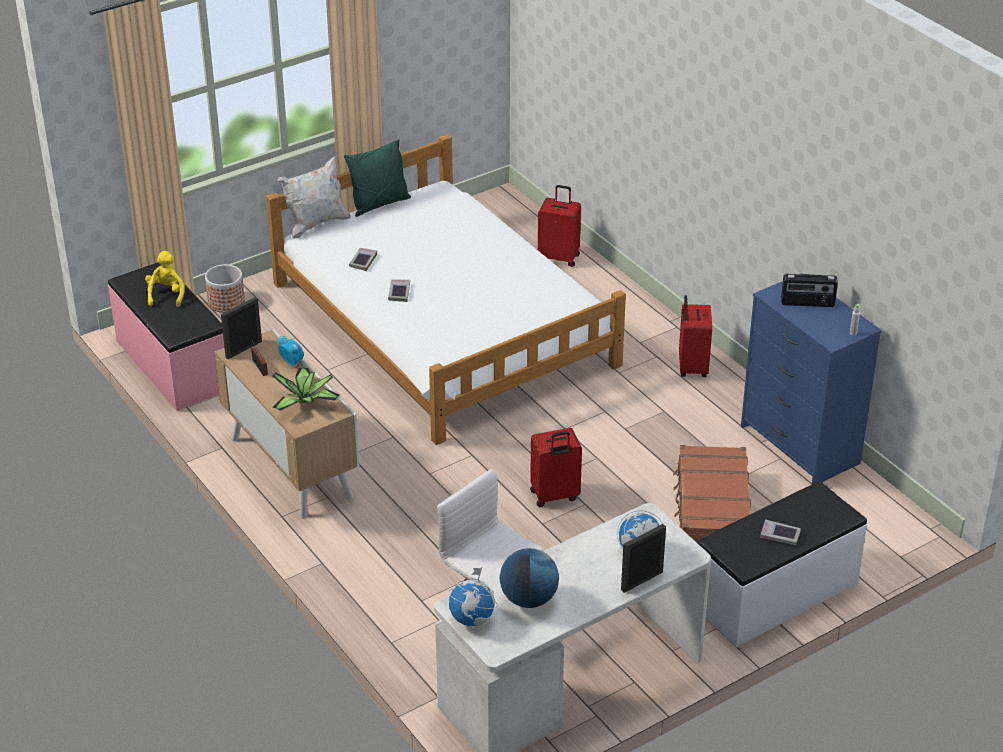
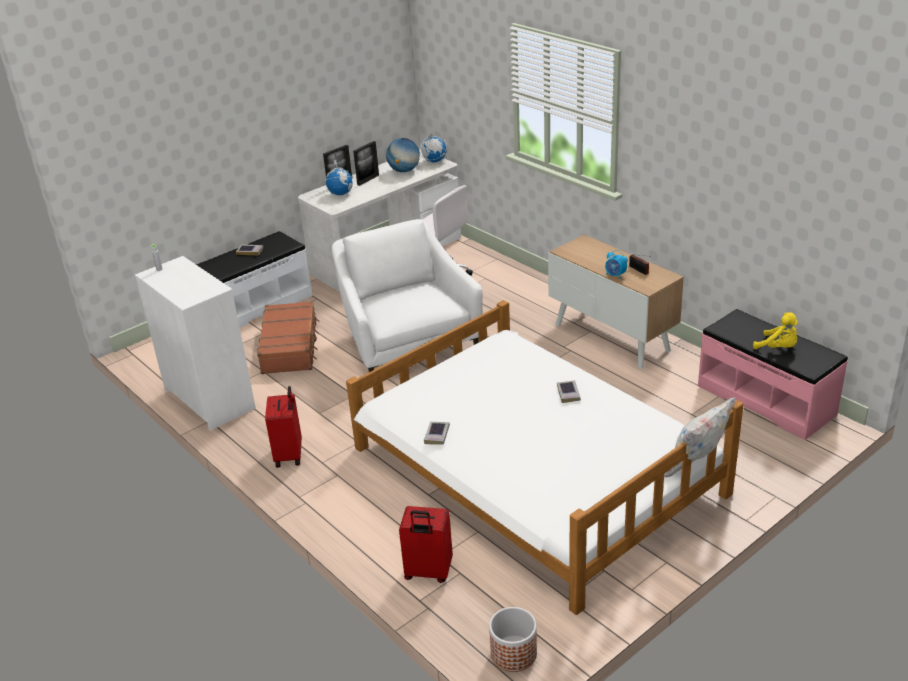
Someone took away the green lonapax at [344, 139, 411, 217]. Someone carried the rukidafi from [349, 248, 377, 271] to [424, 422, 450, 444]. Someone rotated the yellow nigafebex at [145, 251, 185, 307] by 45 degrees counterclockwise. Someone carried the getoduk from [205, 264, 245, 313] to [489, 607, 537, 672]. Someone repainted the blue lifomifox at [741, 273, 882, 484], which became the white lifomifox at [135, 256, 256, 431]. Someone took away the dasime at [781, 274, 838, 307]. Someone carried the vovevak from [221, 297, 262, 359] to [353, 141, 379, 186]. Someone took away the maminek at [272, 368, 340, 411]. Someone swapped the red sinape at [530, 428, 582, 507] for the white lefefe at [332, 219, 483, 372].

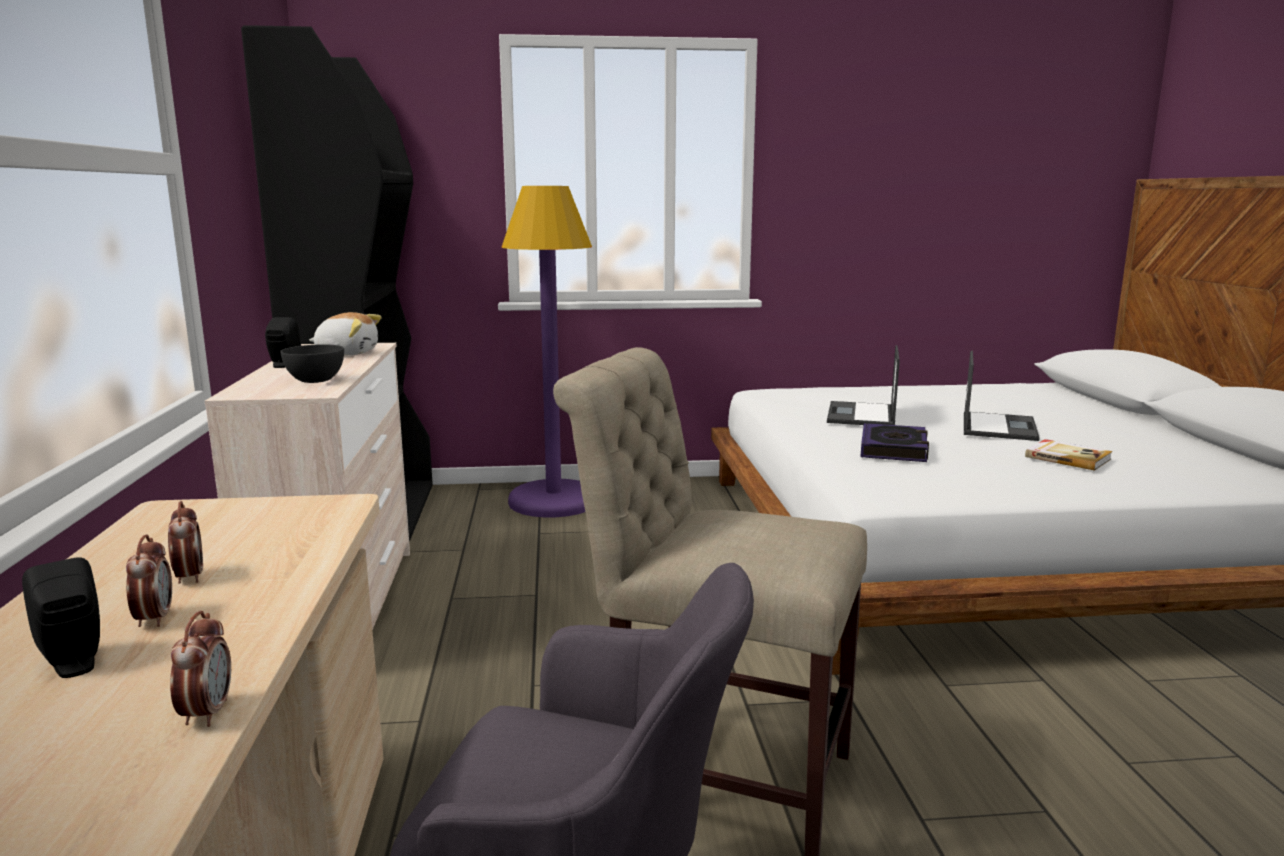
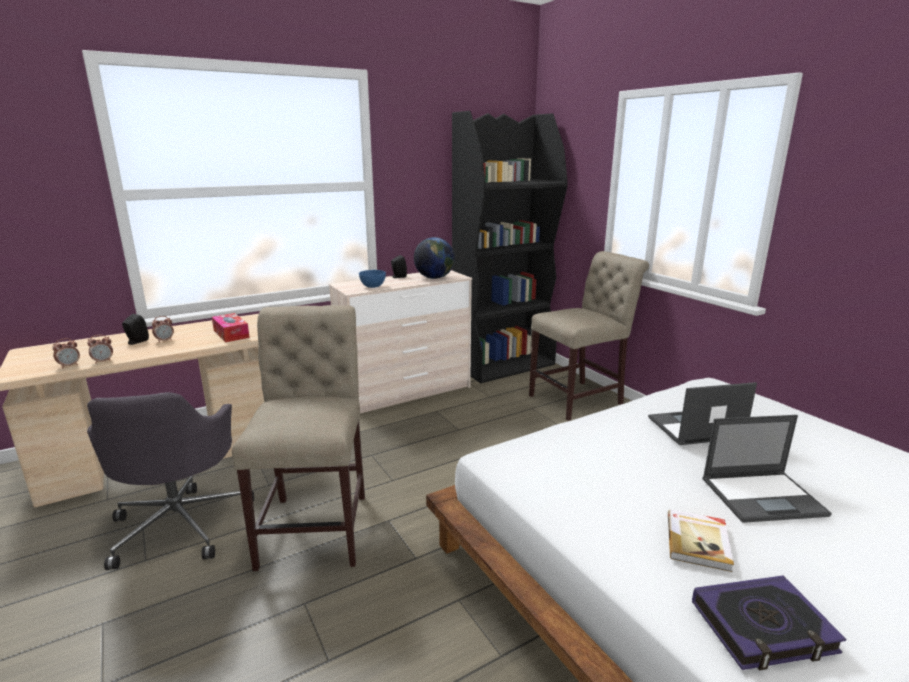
Someone swapped the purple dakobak at [502, 186, 592, 517] for the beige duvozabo at [529, 251, 649, 421]. Someone swapped the nigafebex at [309, 312, 382, 355] for the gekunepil at [414, 237, 455, 279]. Someone repainted the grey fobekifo at [280, 344, 344, 383], which became the blue fobekifo at [359, 270, 386, 288]. Someone carried the rukidafi from [860, 423, 929, 462] to [692, 576, 846, 671]. Someone carried the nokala from [168, 501, 203, 584] to [52, 338, 80, 369]. Someone put down the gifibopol at [212, 313, 250, 342].

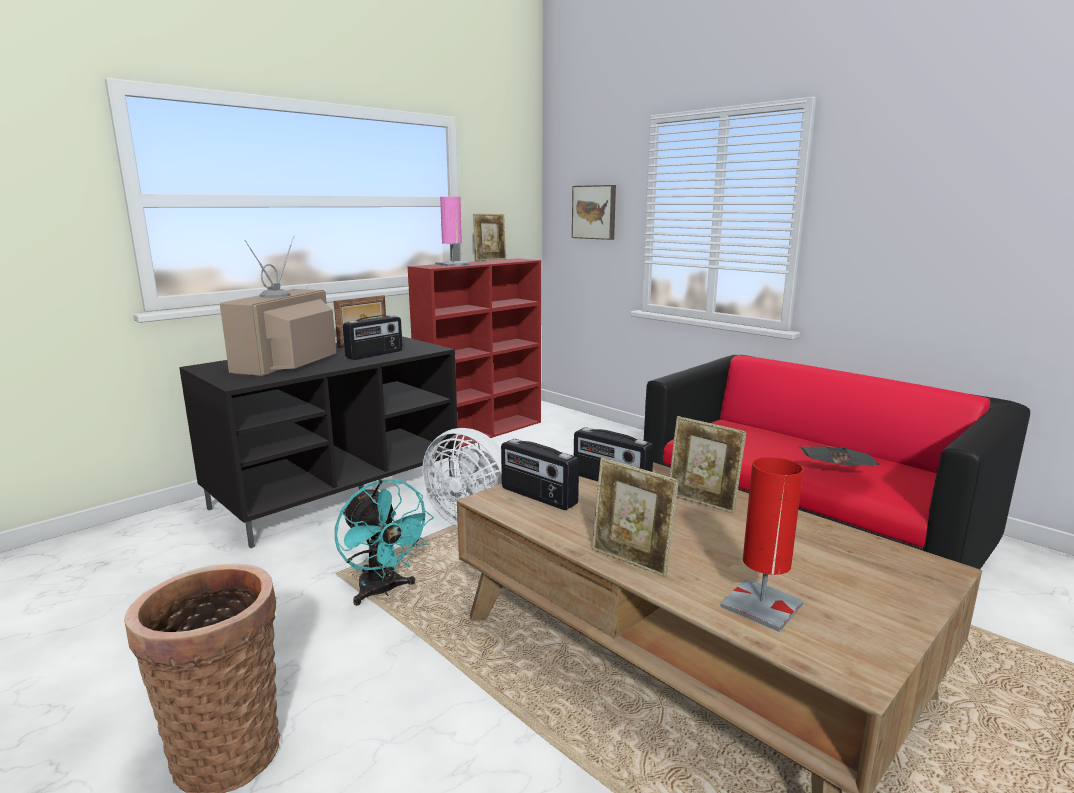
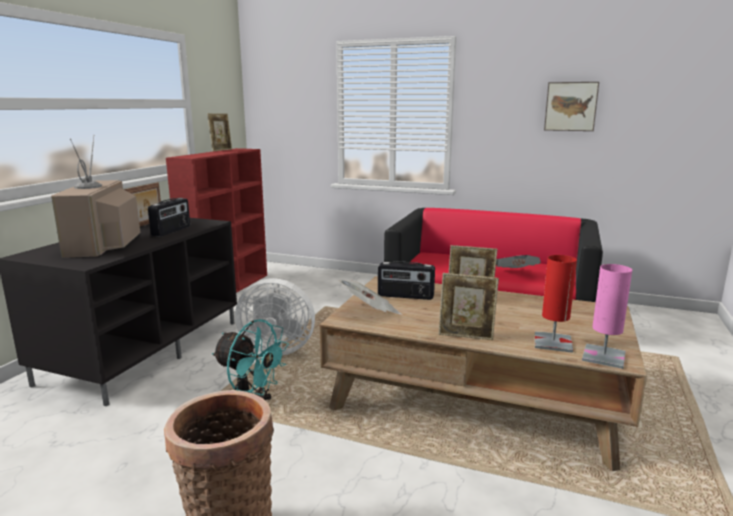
Someone carried the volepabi from [572, 185, 616, 240] to [544, 82, 599, 131]. Someone carried the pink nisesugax from [435, 197, 471, 266] to [582, 264, 632, 369]. Someone swapped the dasime at [501, 439, 579, 510] for the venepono at [339, 280, 402, 315].

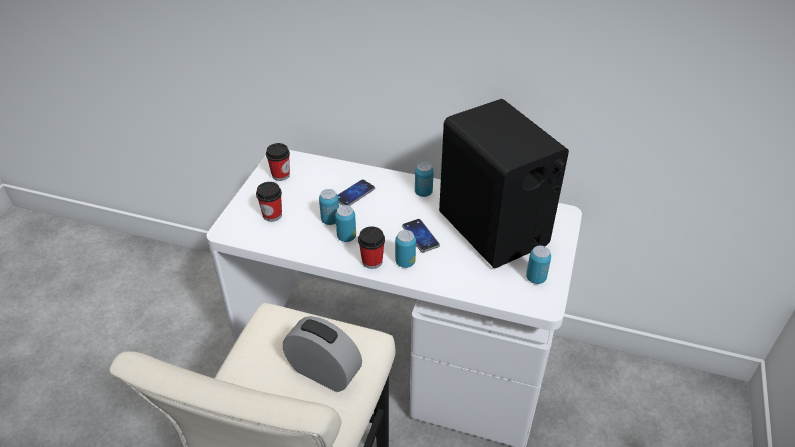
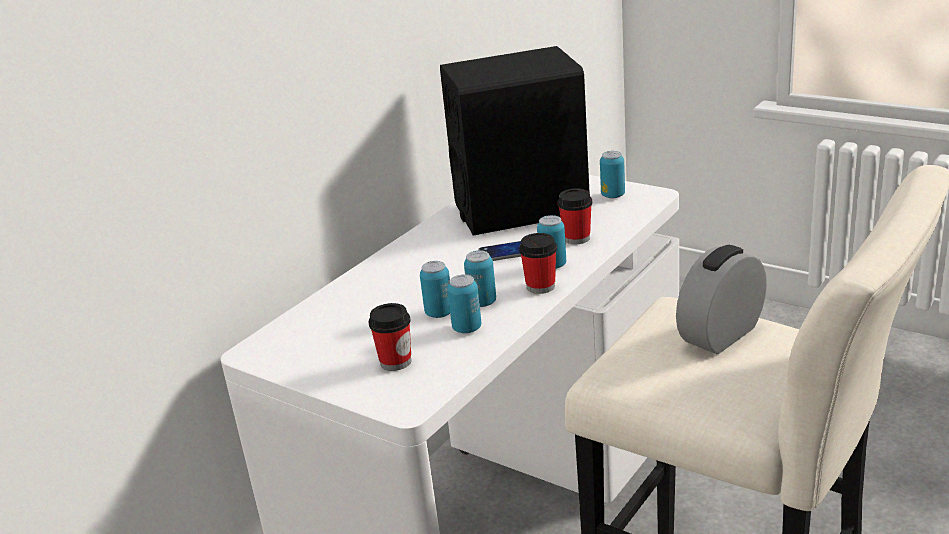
Someone carried the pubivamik from [266, 143, 290, 181] to [558, 188, 592, 244]. Someone carried the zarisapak from [415, 162, 434, 197] to [447, 275, 481, 333]. Someone took away the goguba at [338, 180, 375, 206].

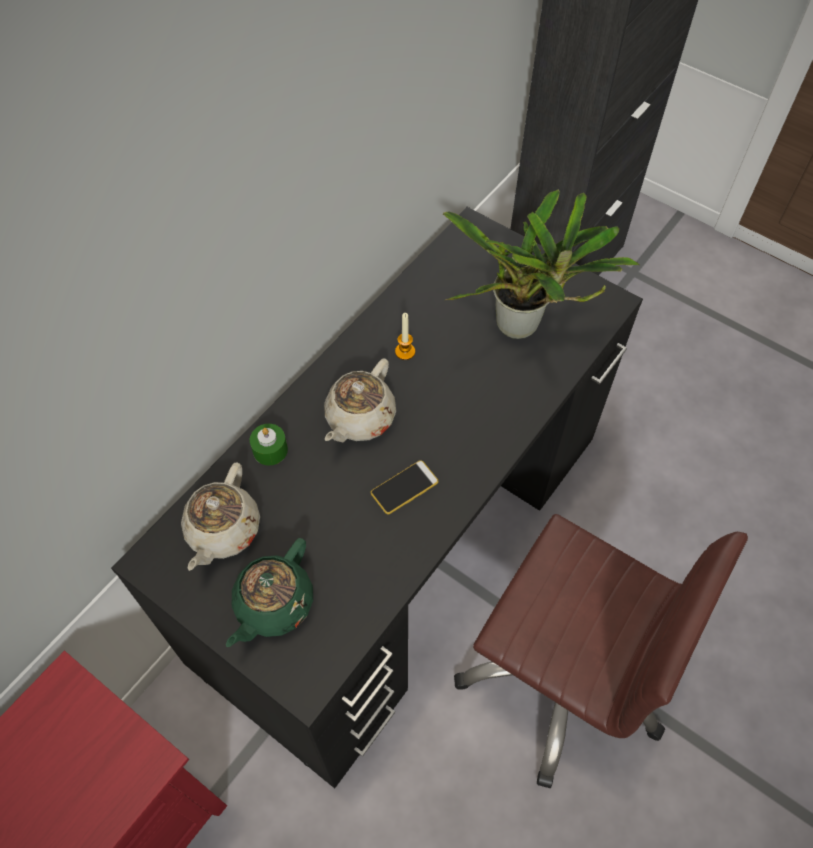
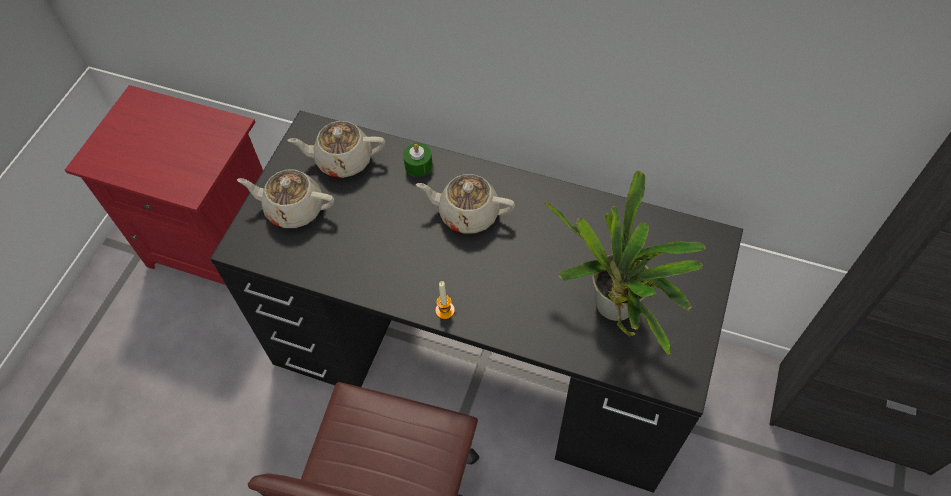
Someone carried the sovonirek from [395, 313, 415, 360] to [435, 281, 455, 320]. Someone took away the goguba at [371, 460, 438, 514]. Someone repainted the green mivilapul at [226, 538, 313, 647], which became the beige mivilapul at [237, 170, 334, 228].

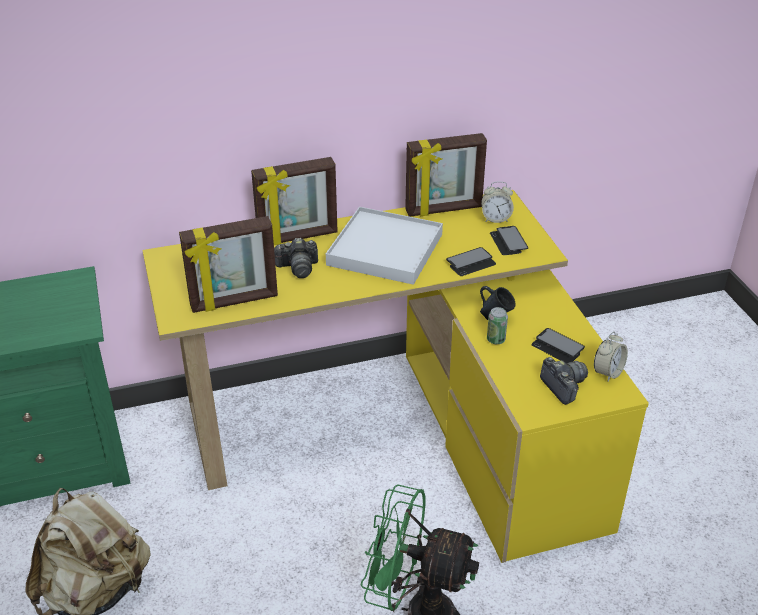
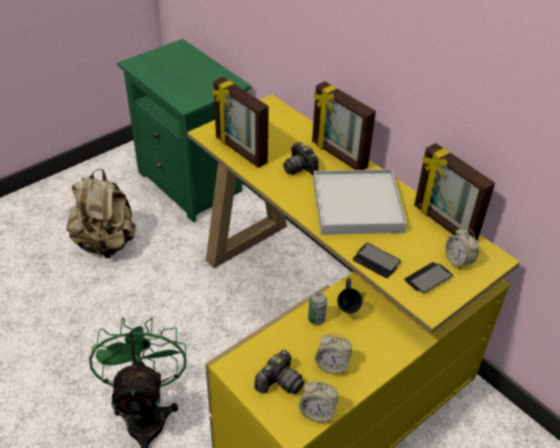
Someone swapped the goguba at [532, 328, 585, 363] for the nokala at [315, 333, 352, 374].

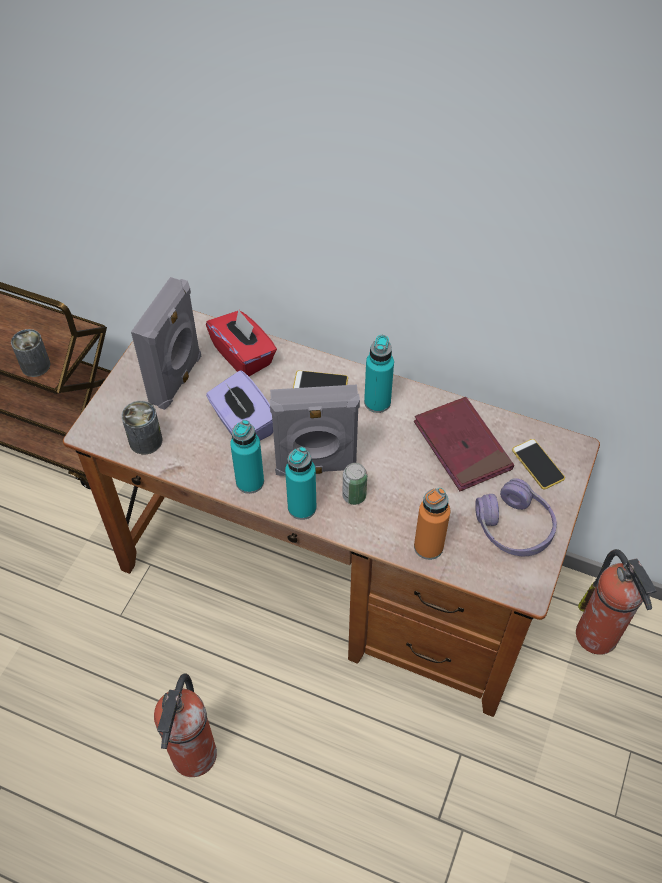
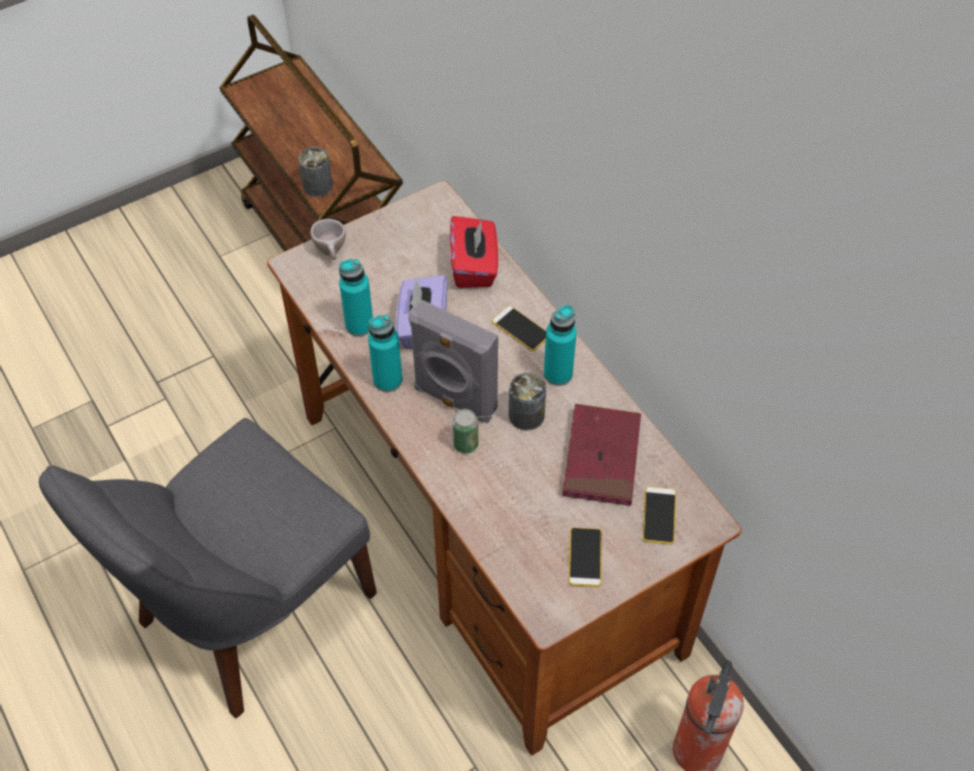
Someone took away the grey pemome at [131, 277, 201, 410]. Someone carried the zarisapak from [121, 401, 163, 454] to [509, 372, 546, 431]. Someone carried the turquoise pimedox from [285, 447, 316, 520] to [339, 259, 373, 337]. Someone swapped the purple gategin at [475, 478, 557, 556] for the goguba at [568, 527, 602, 587]. Someone took away the orange pimedox at [414, 488, 450, 560]. Someone swapped the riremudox at [154, 673, 217, 777] for the grey duvozabo at [39, 418, 377, 718]. Someone put down the beige pubivamik at [310, 219, 346, 260].

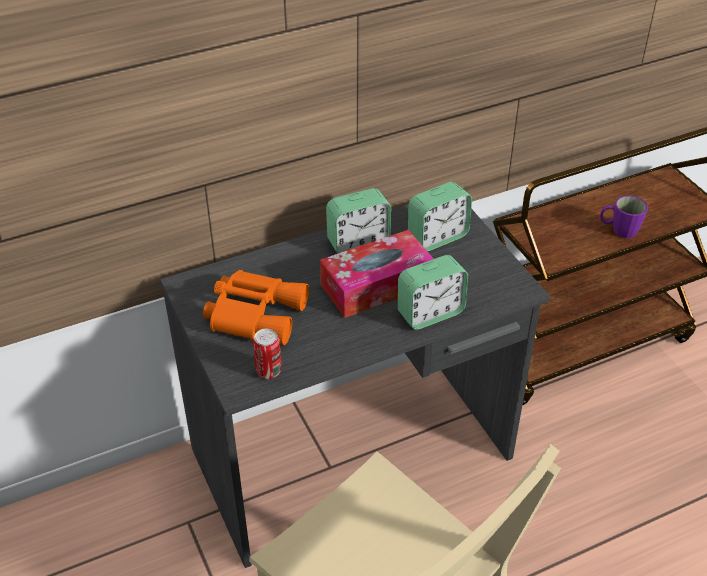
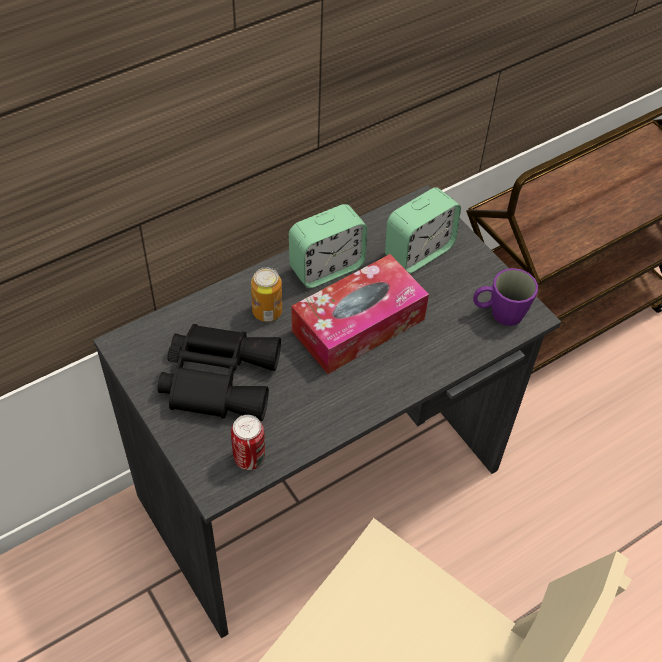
Someone carried the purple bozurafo from [600, 195, 648, 238] to [473, 268, 538, 326]. Someone took away the nokala at [398, 255, 468, 330]. Someone repainted the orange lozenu at [203, 270, 309, 345], which became the black lozenu at [158, 324, 281, 421]. Someone put down the zarisapak at [251, 267, 282, 322].

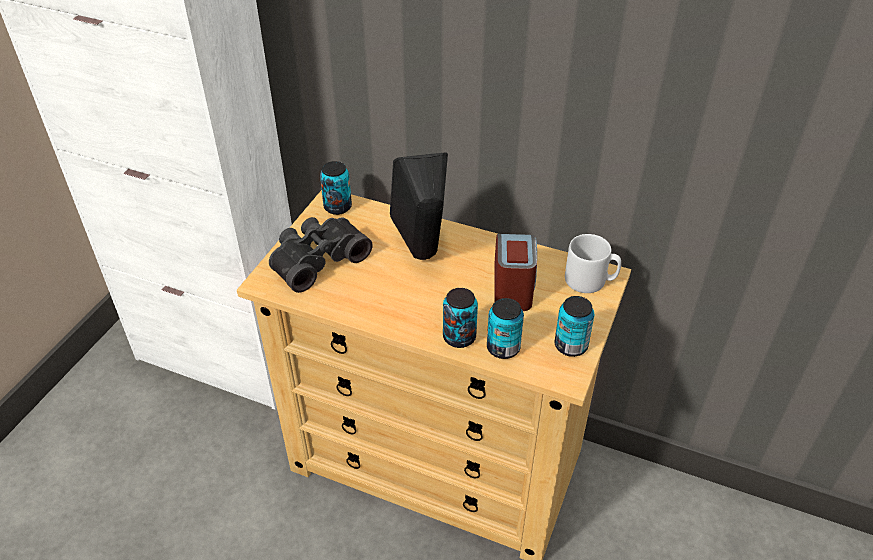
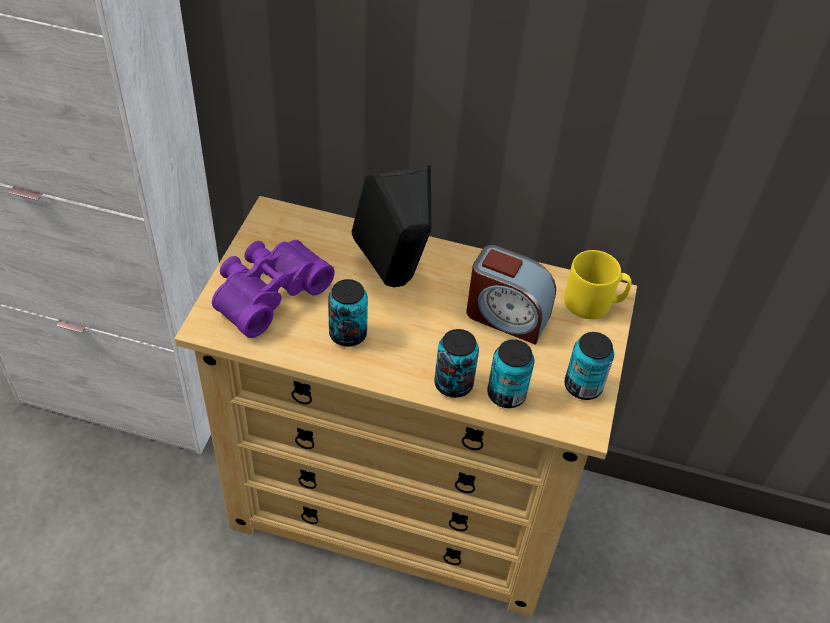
Someone carried the zarisapak from [320, 161, 352, 215] to [328, 279, 368, 347]. Someone repainted the black lozenu at [269, 217, 373, 293], which became the purple lozenu at [212, 240, 335, 338]. Someone rotated the nokala at [494, 234, 537, 311] by 120 degrees clockwise. Someone repainted the grey bozurafo at [565, 234, 621, 293], which became the yellow bozurafo at [564, 250, 632, 319].

